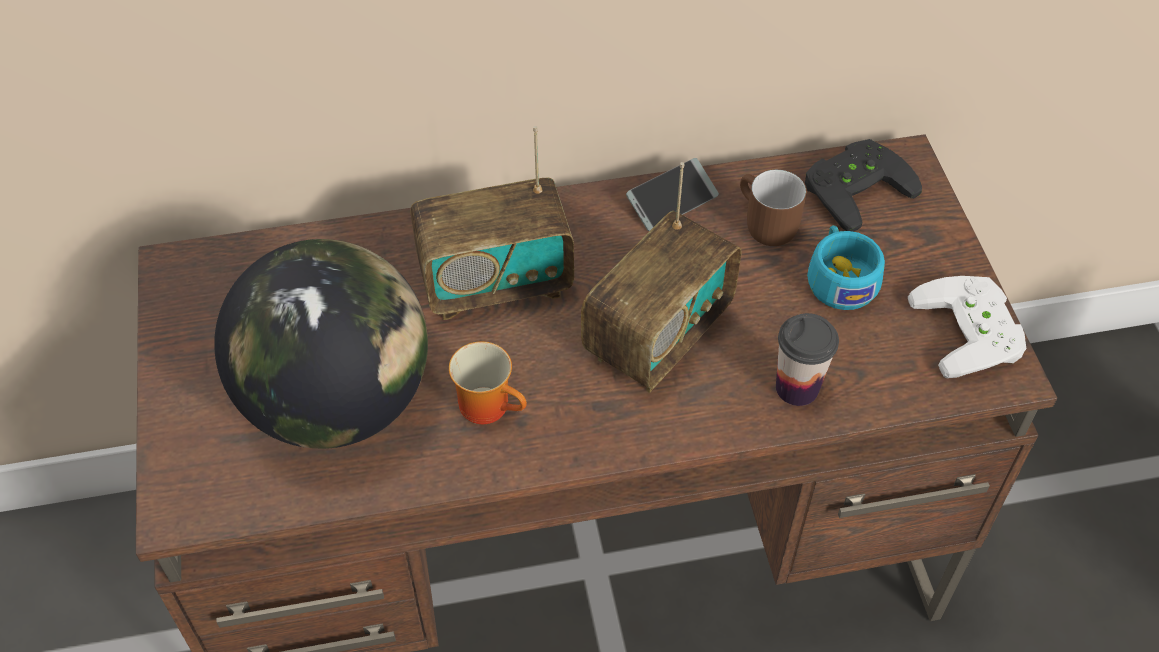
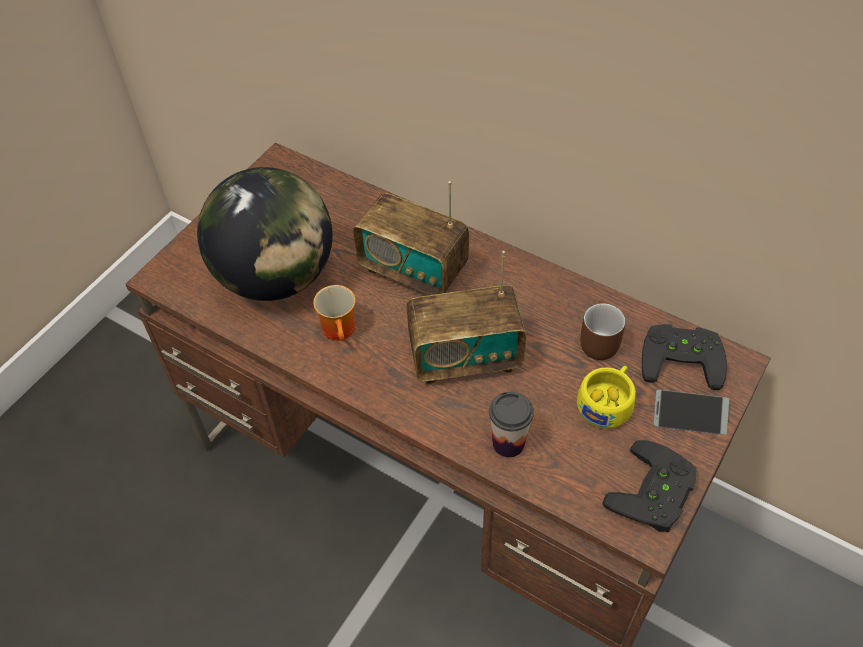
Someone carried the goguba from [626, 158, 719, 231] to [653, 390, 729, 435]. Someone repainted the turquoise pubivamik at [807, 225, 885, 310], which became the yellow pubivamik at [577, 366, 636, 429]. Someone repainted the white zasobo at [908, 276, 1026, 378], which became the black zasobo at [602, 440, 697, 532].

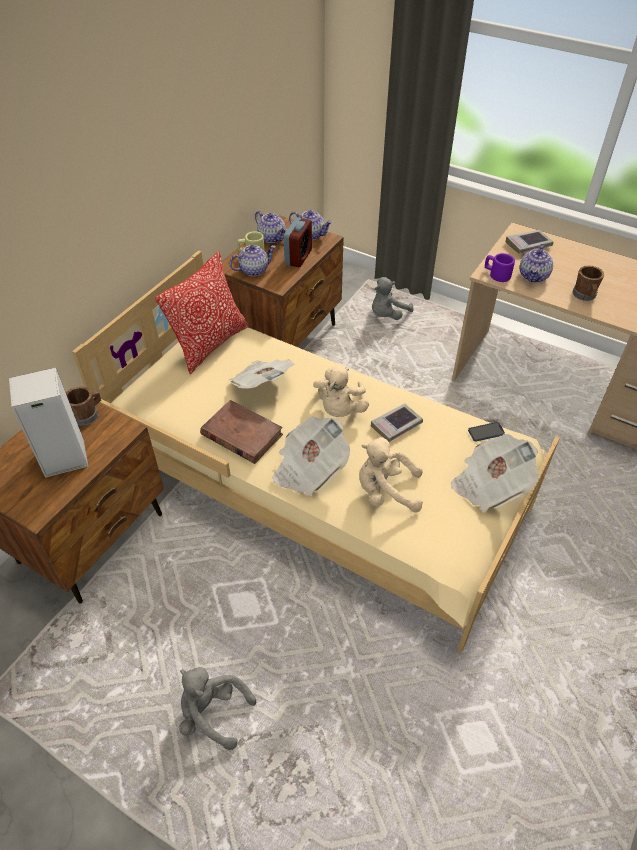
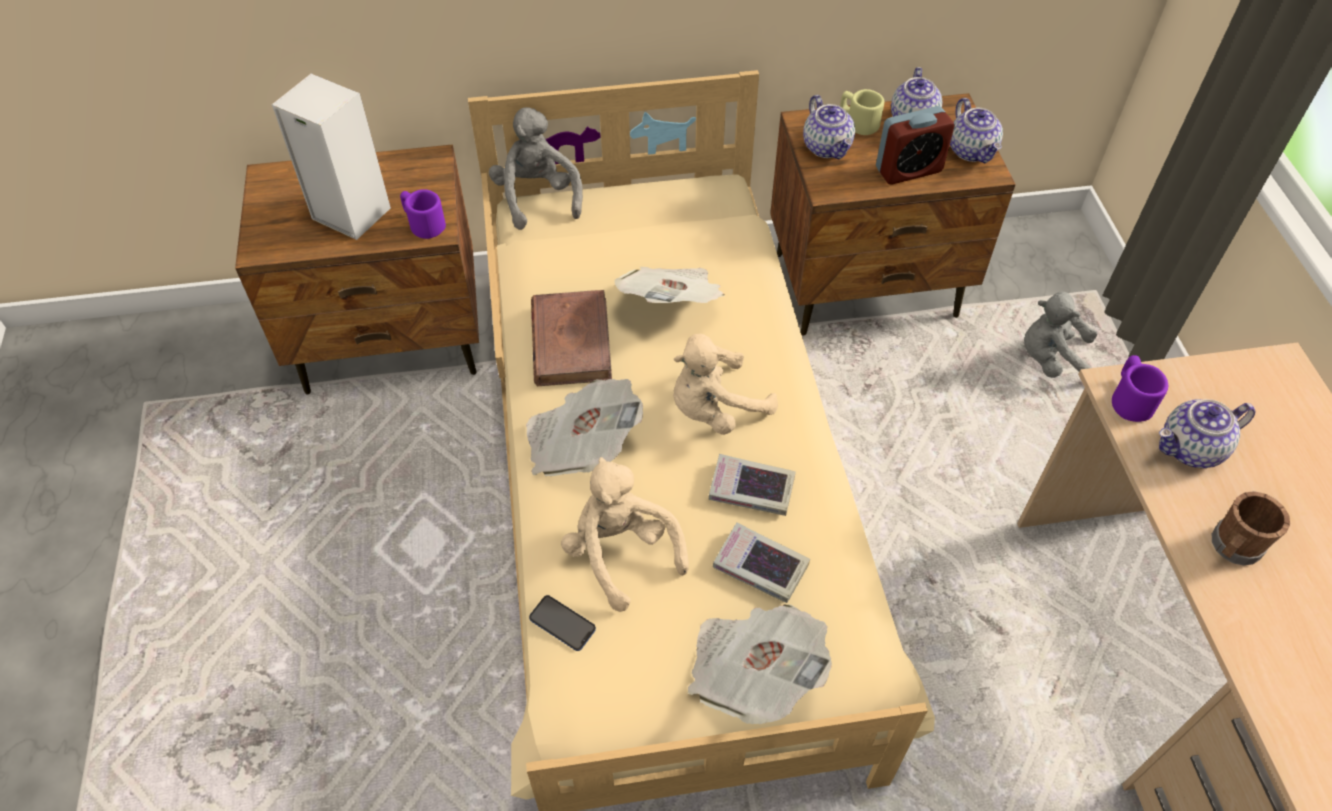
Someone carried the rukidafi from [506, 230, 553, 254] to [713, 522, 810, 603]. Someone rotated the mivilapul at [229, 245, 276, 276] by 45 degrees clockwise. Someone took away the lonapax at [155, 251, 248, 374]. Someone took away the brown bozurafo at [66, 386, 101, 425]. Someone carried the goguba from [468, 422, 505, 442] to [529, 595, 596, 651]. Someone carried the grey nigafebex from [179, 667, 256, 750] to [489, 107, 583, 230]. Someone put down the purple bozurafo at [400, 189, 446, 239].

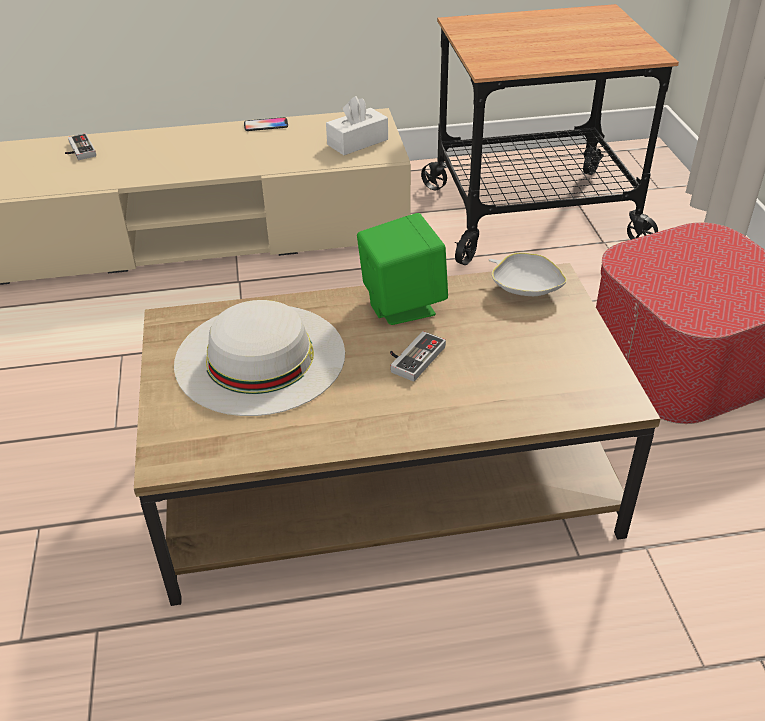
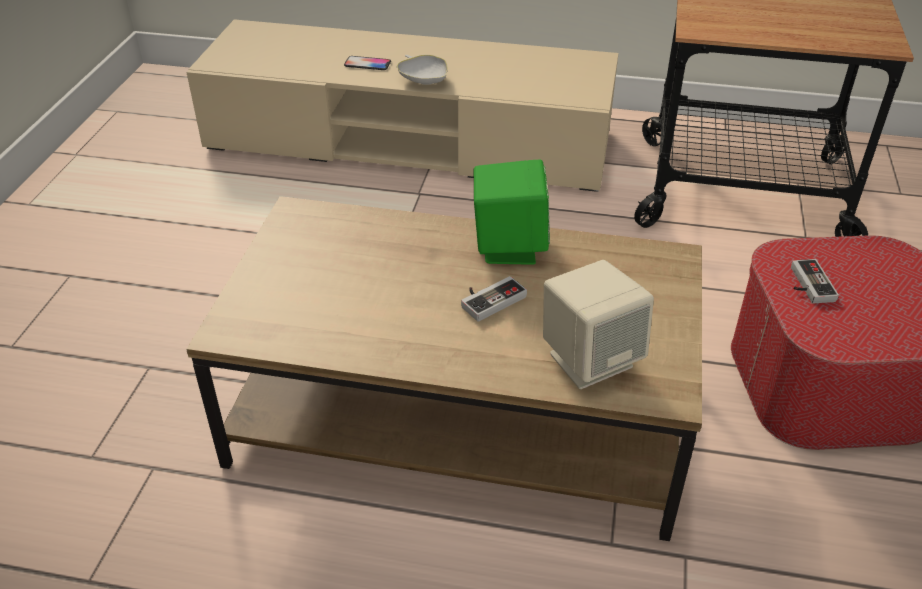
Someone took away the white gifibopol at [326, 96, 388, 155]. Someone carried the goguba from [244, 117, 288, 131] to [344, 56, 391, 70]. Someone carried the zasobo from [65, 133, 96, 160] to [791, 259, 839, 303]. Someone carried the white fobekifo from [489, 252, 567, 296] to [396, 55, 448, 85]. Someone took away the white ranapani at [174, 300, 345, 416]. Someone put down the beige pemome at [543, 260, 654, 389].

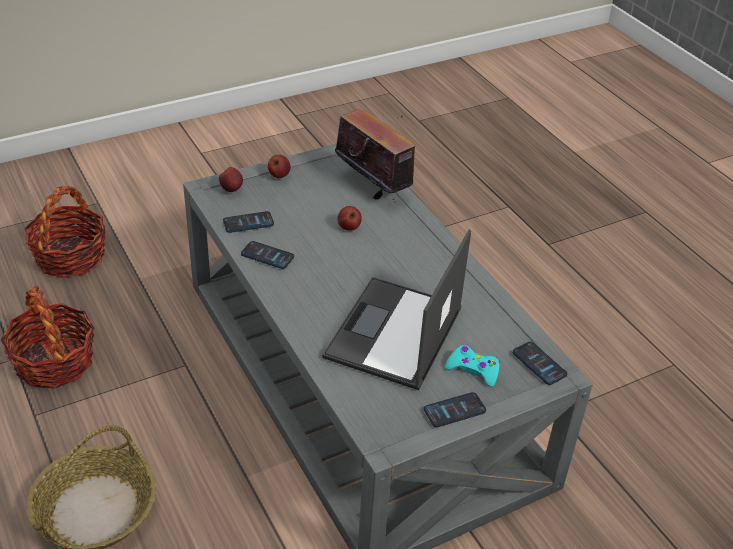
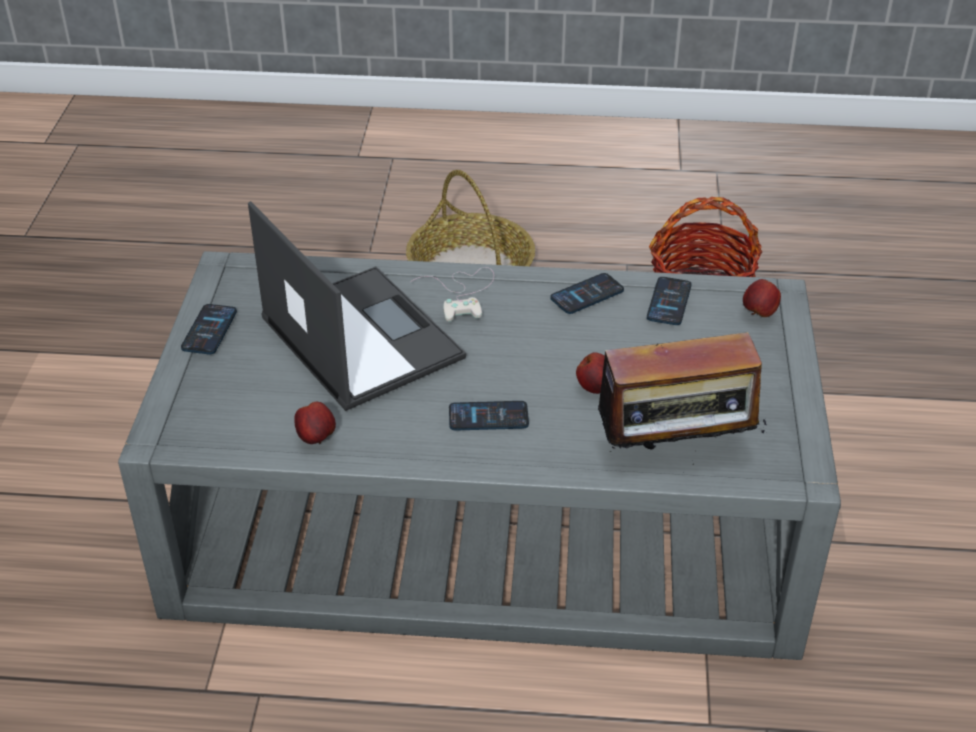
Someone carried the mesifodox from [268, 155, 291, 178] to [294, 402, 336, 444]. Someone took away the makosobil at [25, 186, 106, 278]. Someone carried the goguba from [513, 342, 567, 385] to [449, 401, 529, 431]. Someone took away the turquoise zasobo at [445, 345, 500, 387]. Someone put down the white zasobo at [411, 267, 494, 322].

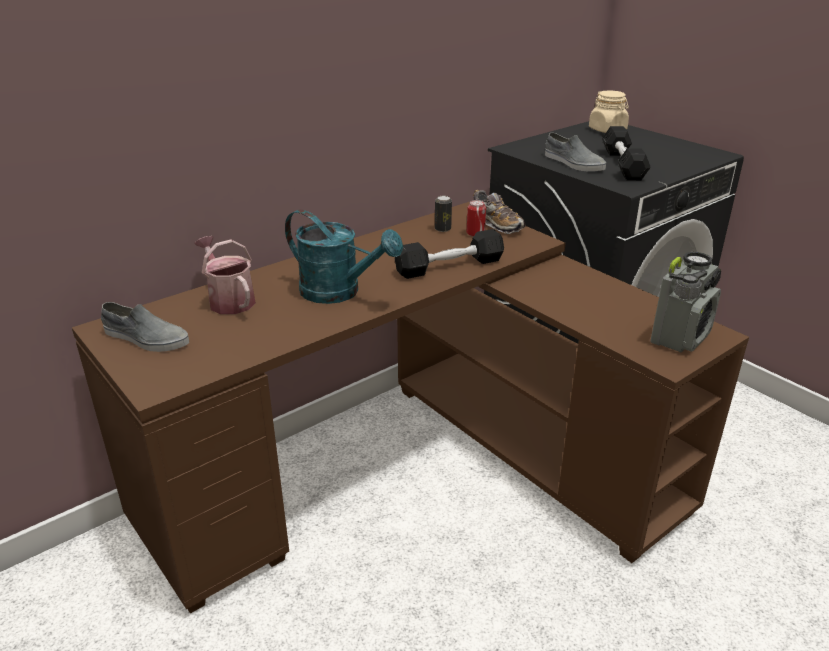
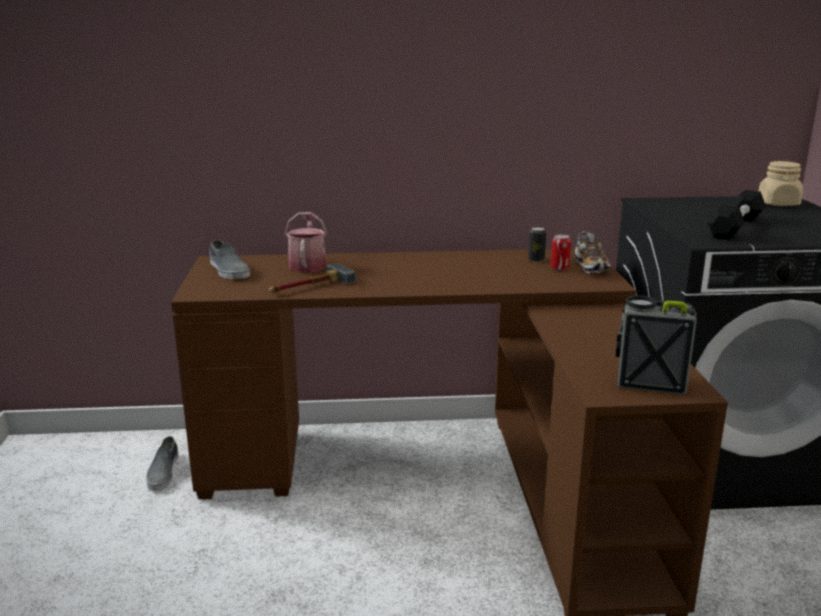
Someone carried the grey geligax from [545, 133, 606, 171] to [146, 436, 179, 491]. Someone took away the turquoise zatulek at [285, 210, 403, 304]. Someone took away the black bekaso at [395, 229, 504, 279]. Someone rotated the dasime at [650, 252, 721, 353] by 150 degrees counterclockwise. Someone put down the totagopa at [269, 263, 356, 293].

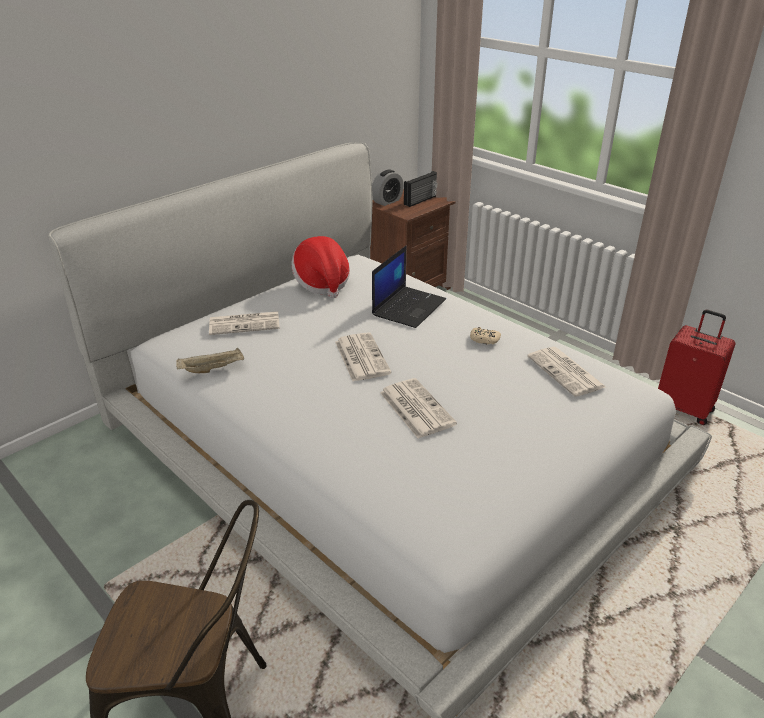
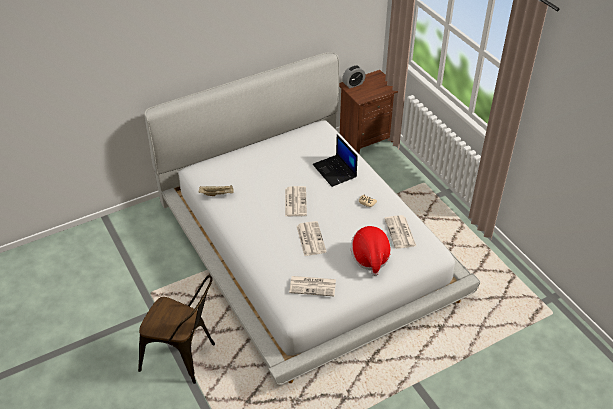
Someone took away the dasime at [404, 171, 437, 207]. Someone carried the ranapani from [291, 236, 350, 298] to [351, 226, 391, 276]. Someone rotated the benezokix at [372, 246, 446, 328] by 105 degrees clockwise. Someone took away the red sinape at [658, 310, 736, 425]. Someone carried the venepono from [209, 311, 280, 335] to [289, 276, 336, 296].

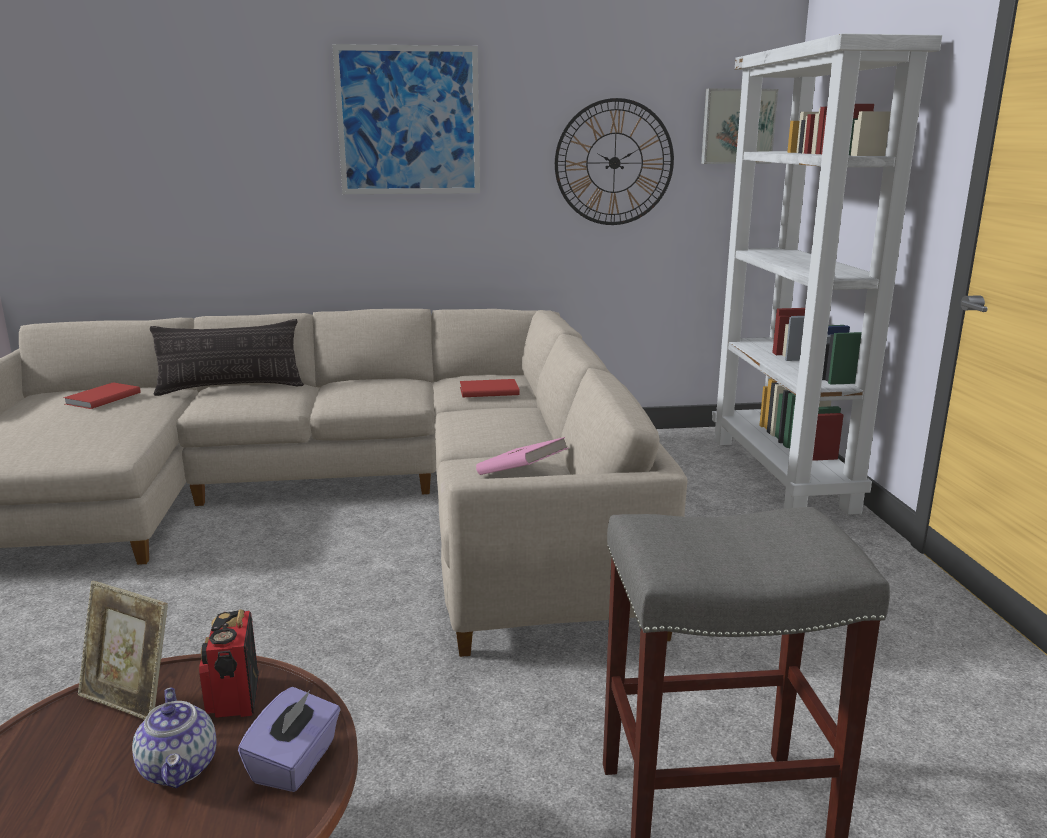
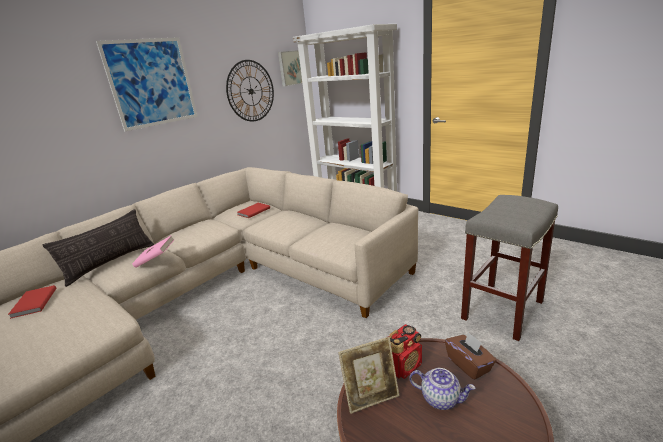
Someone carried the pink rukidafi from [476, 437, 568, 475] to [132, 236, 175, 268]. Someone rotated the dasime at [199, 609, 259, 718] by 75 degrees counterclockwise. Someone repainted the purple gifibopol at [238, 687, 341, 792], which became the brown gifibopol at [445, 332, 497, 380].

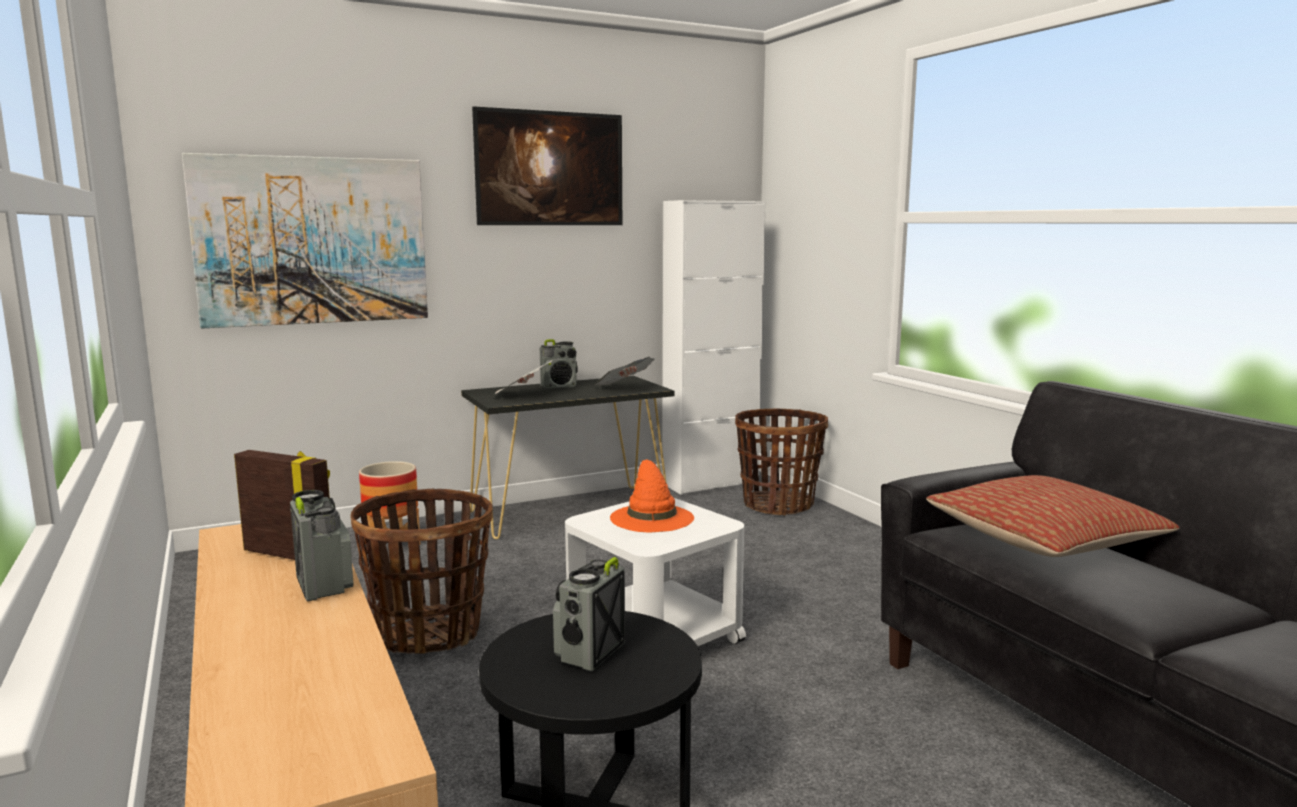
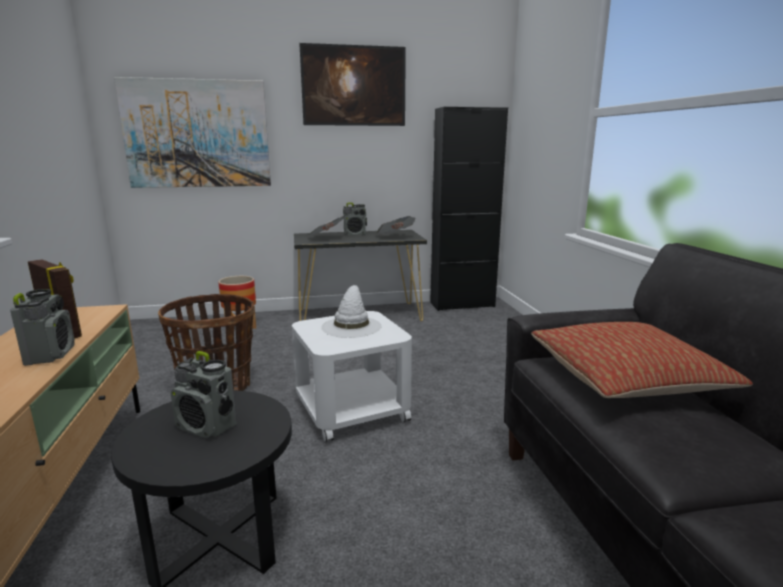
Someone repainted the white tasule at [662, 200, 766, 495], which became the black tasule at [430, 107, 508, 311]. Someone took away the makosobil at [735, 408, 828, 516]. Someone repainted the orange ranapani at [610, 460, 694, 532], which became the white ranapani at [321, 285, 382, 338]. Someone rotated the dasime at [553, 557, 625, 672] by 105 degrees counterclockwise.

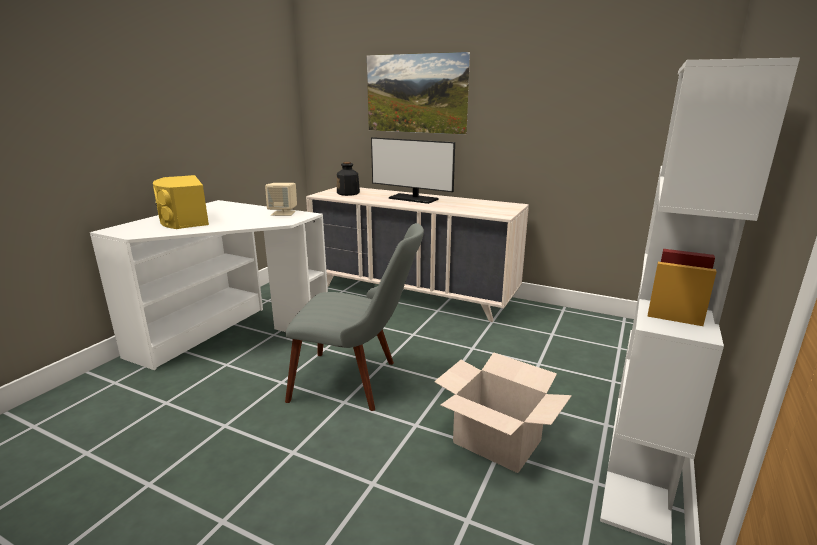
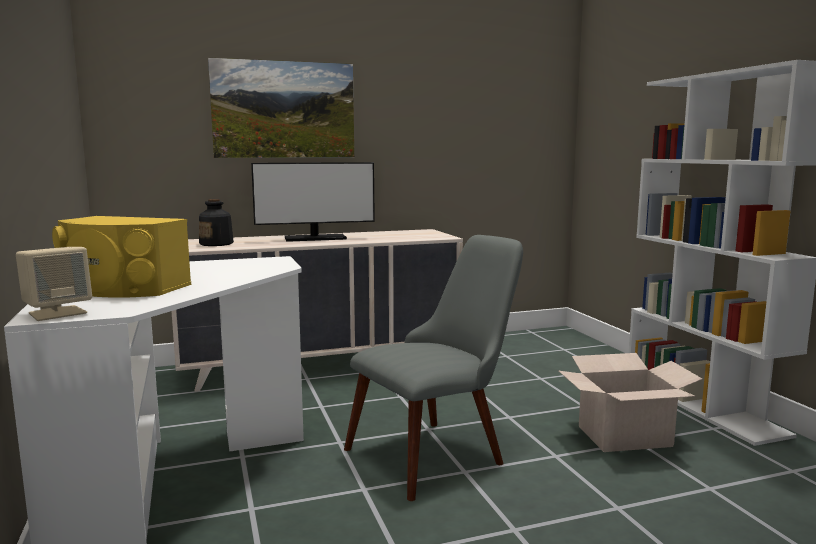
Someone carried the beige pemome from [265, 183, 297, 216] to [16, 247, 92, 321].

